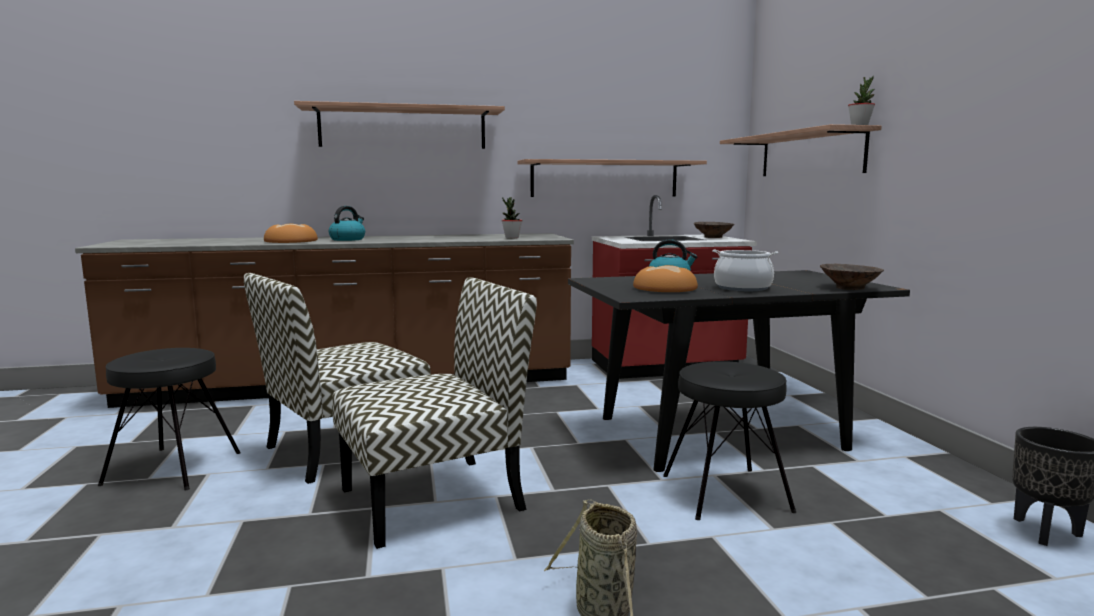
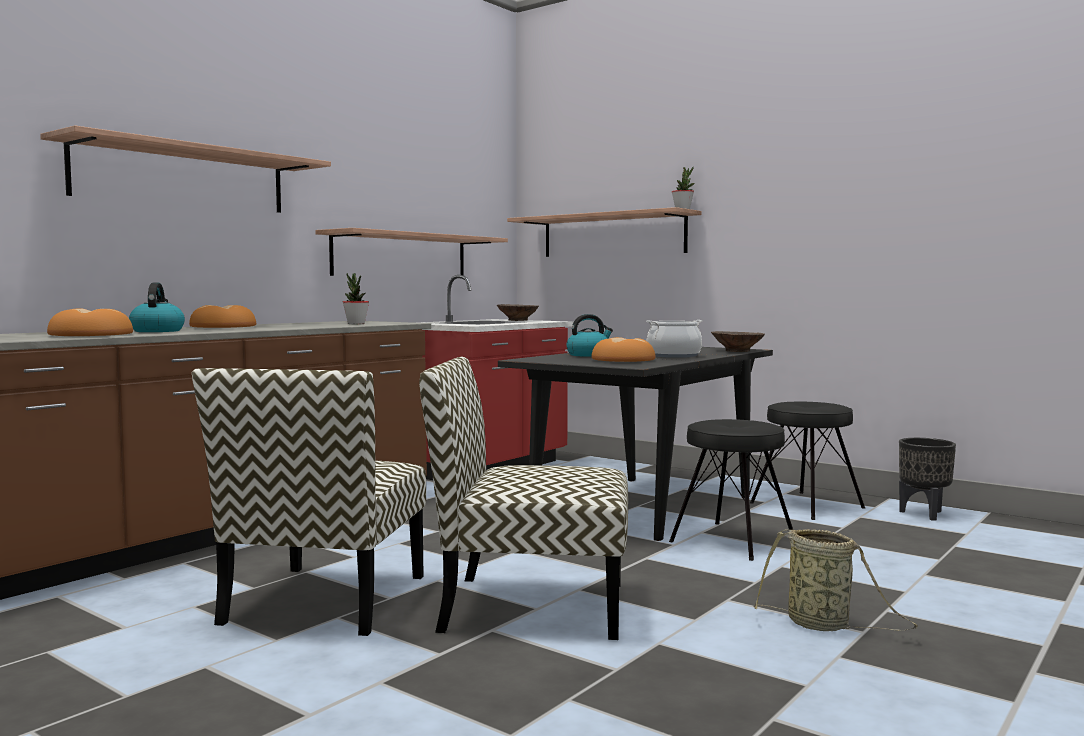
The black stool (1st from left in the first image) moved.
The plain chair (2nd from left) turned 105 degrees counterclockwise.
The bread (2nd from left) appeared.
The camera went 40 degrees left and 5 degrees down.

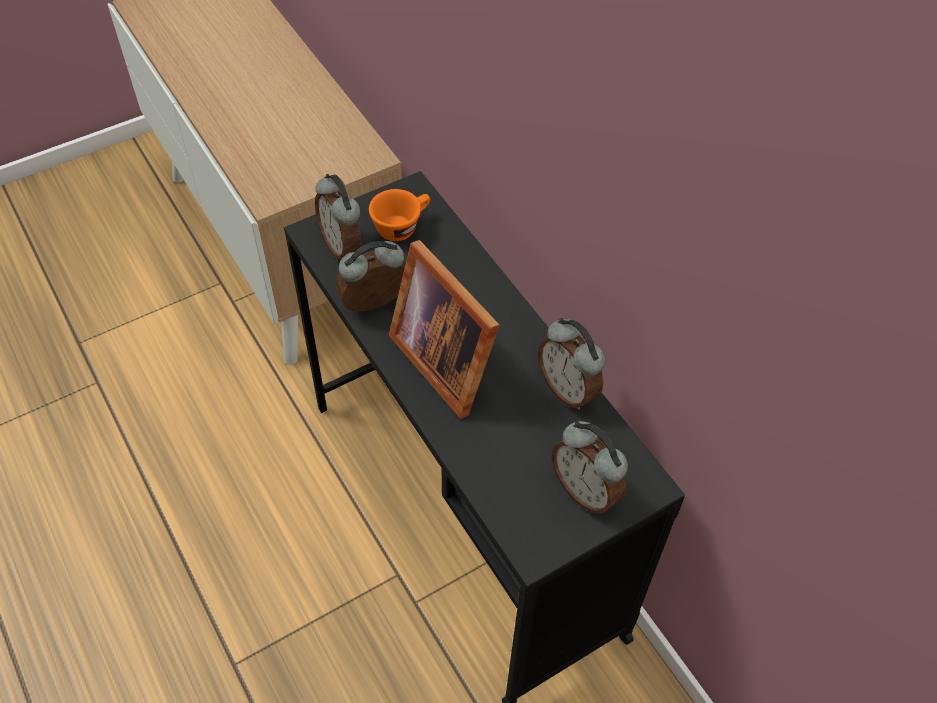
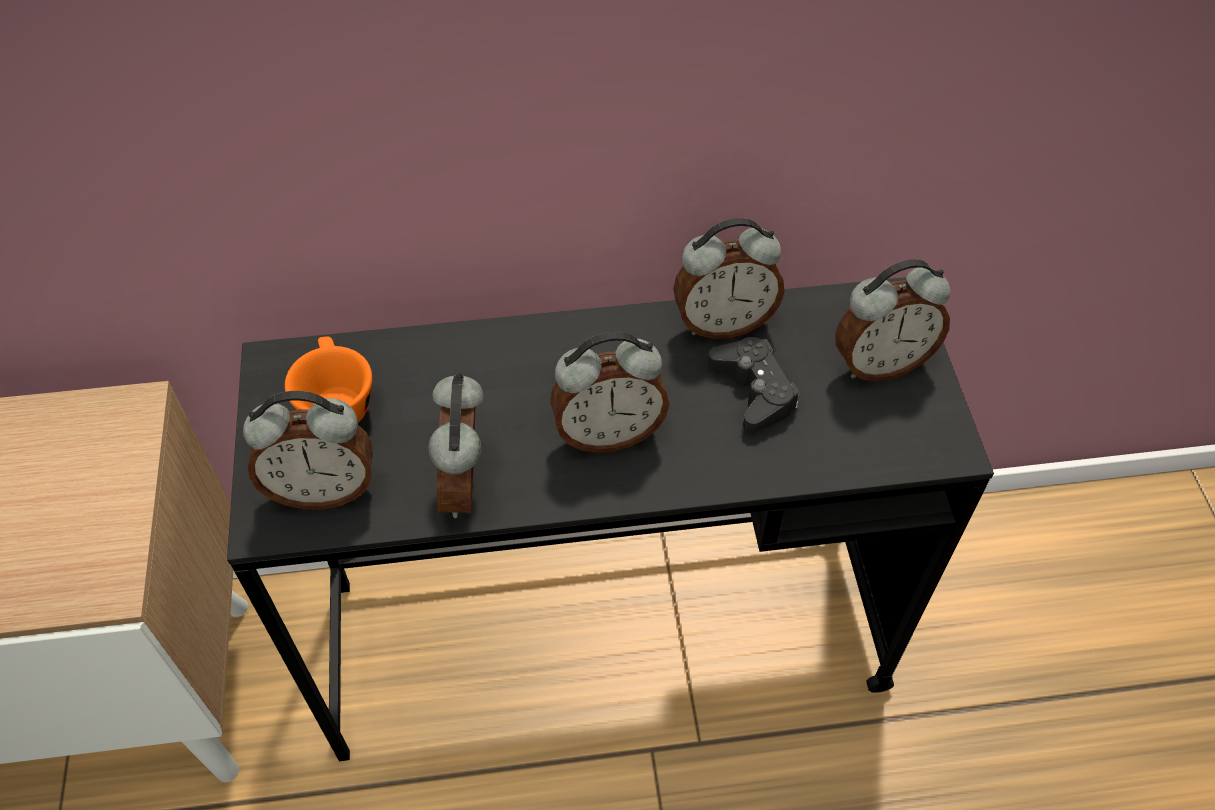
The standing frame was replaced by the table clock (3rd from left).
The black game controller appeared.
The camera went 65 degrees left and 0 degrees up.

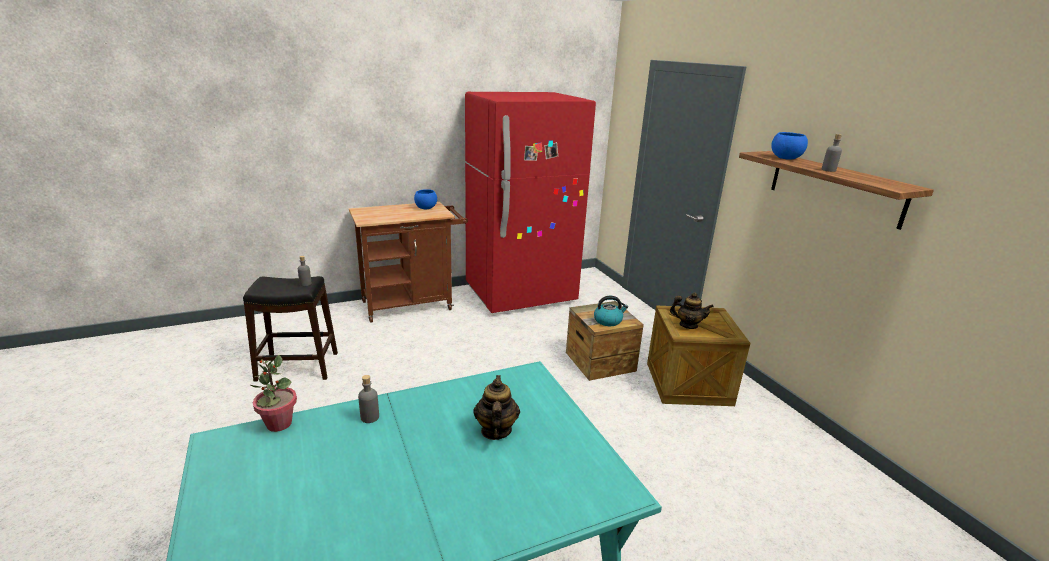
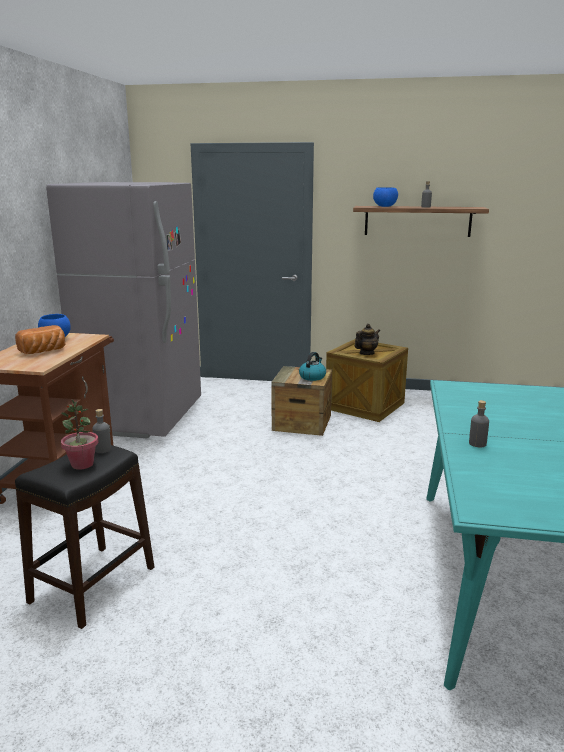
The houseplant moved.
The red kitchen fridge became the greyish kitchen fridge.
The tea pot (1st from left) disappeared.
The bread appeared.
The camera went 55 degrees left and 5 degrees down.

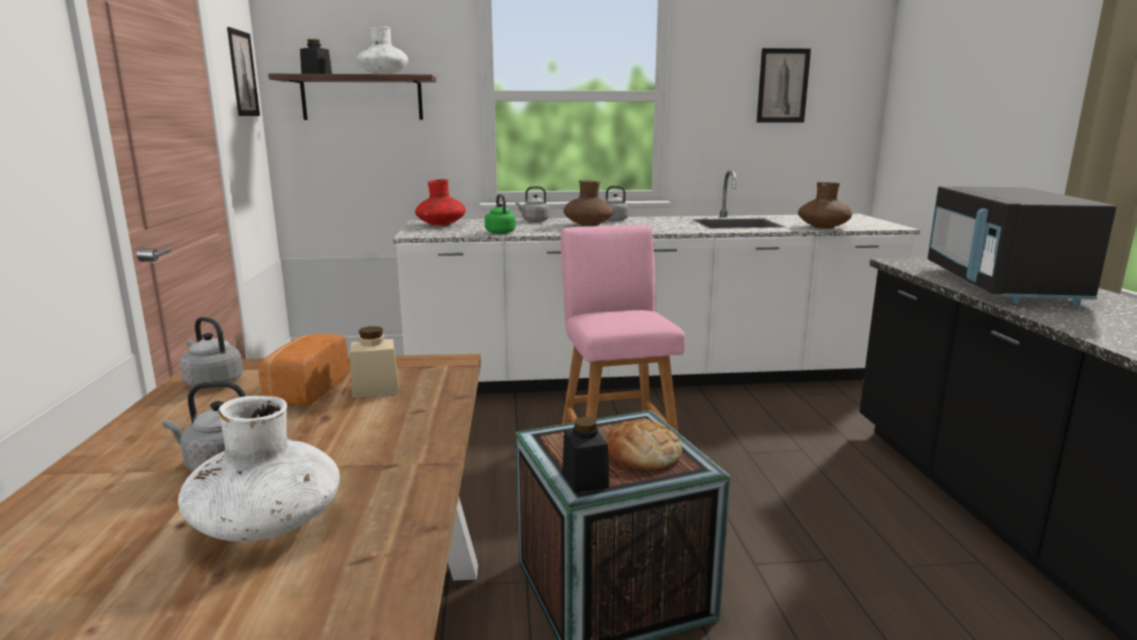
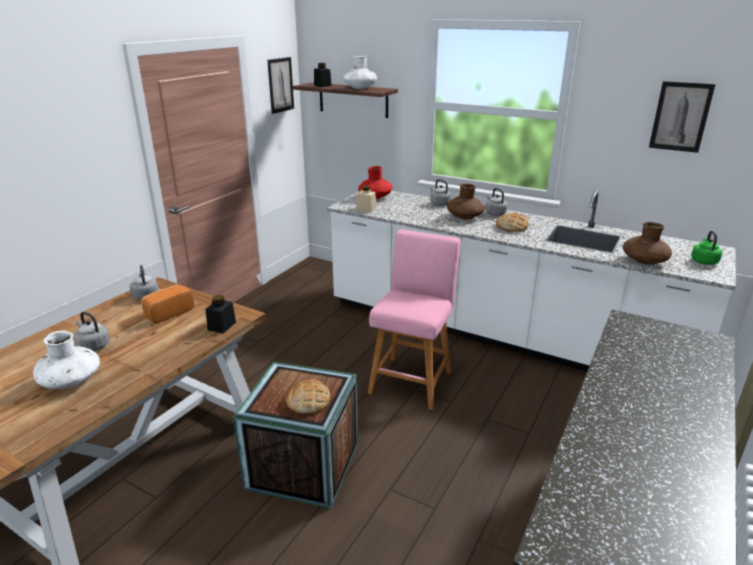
The sand-coloured preserve jar moved.
The green-coloured kettle moved.
The black preserve jar (2nd from left in the first image) moved.
The black microwave oven disappeared.
The bread (3rd from left) appeared.
The camera went 35 degrees right and 10 degrees up.

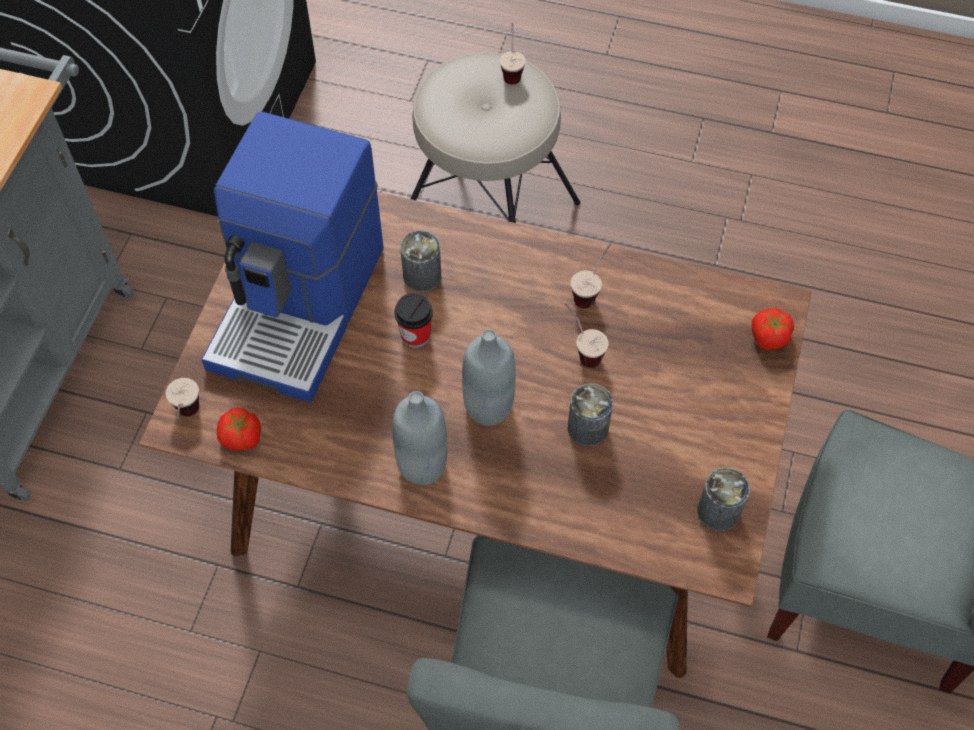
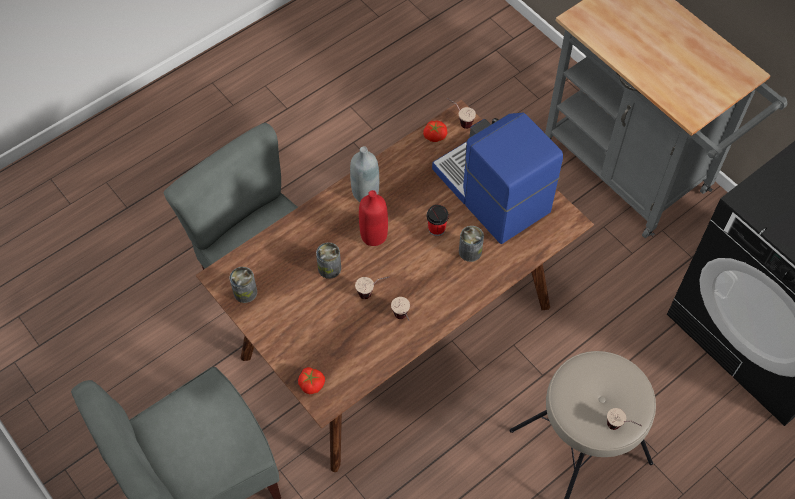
The greyish bottle (2nd from left) became the red bottle.
The camera went 125 degrees right and 0 degrees up.

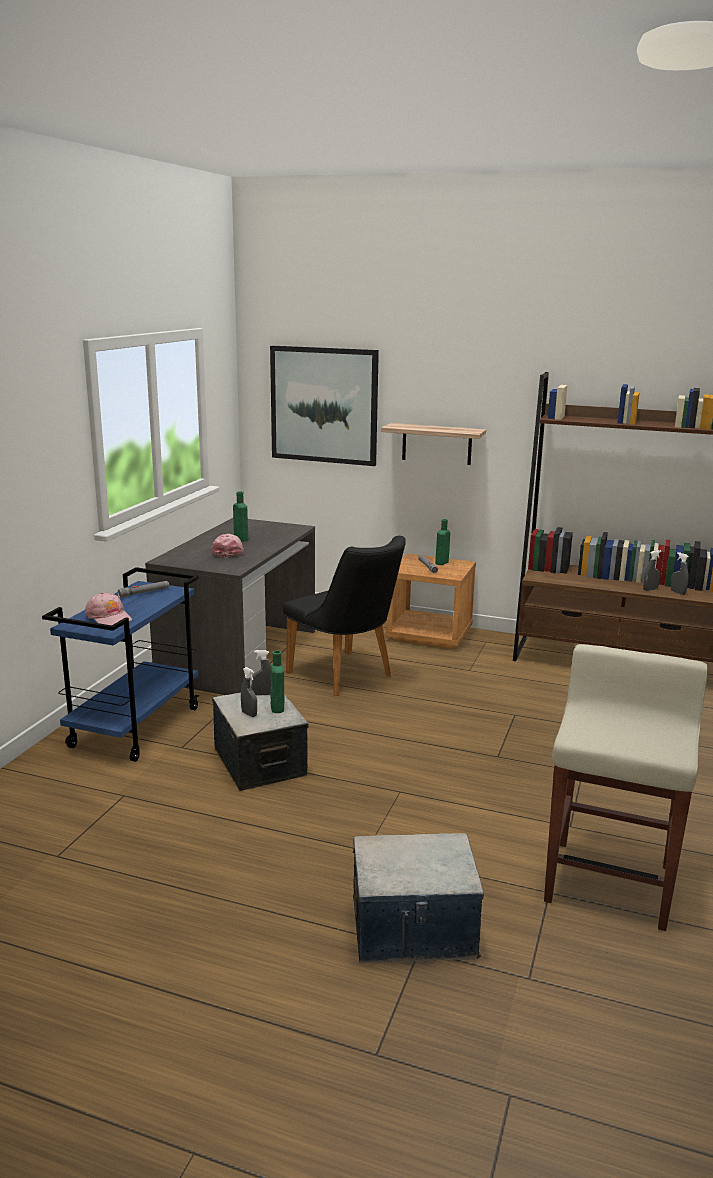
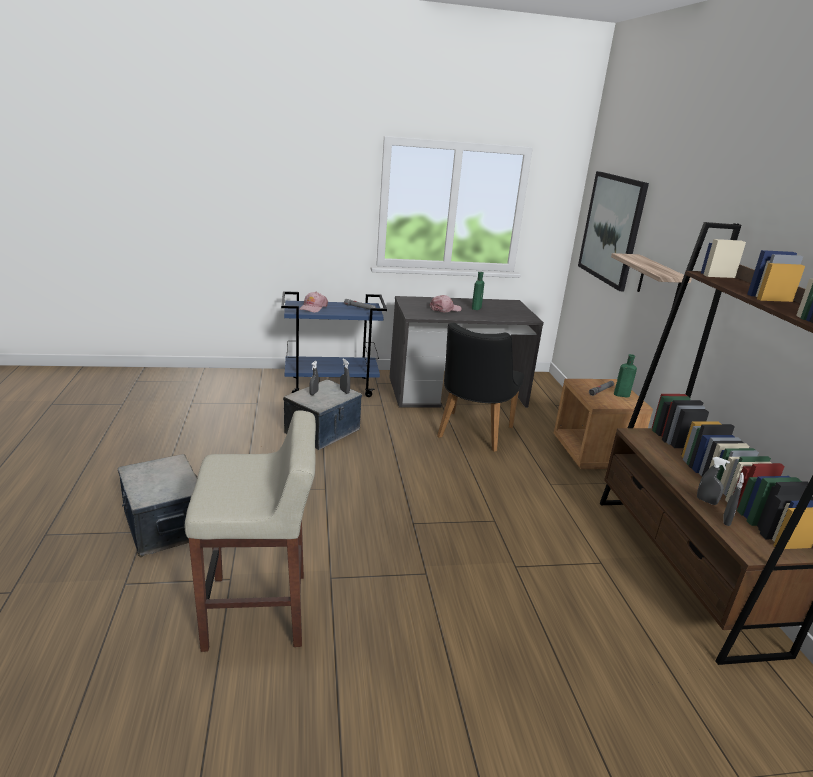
The green-coloured bottle (2nd from left) disappeared.
The camera went 60 degrees right and 5 degrees up.

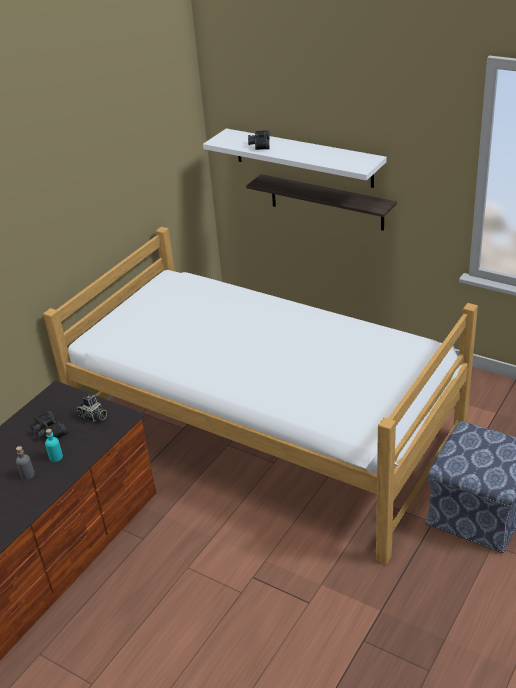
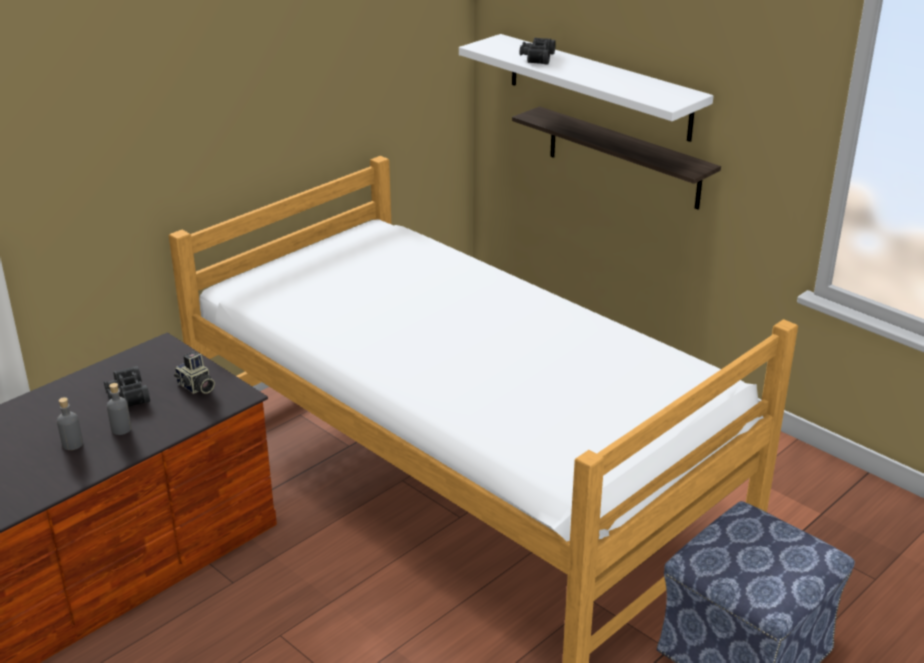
The turquoise bottle became the greyish bottle (2nd from left).
The camera went 10 degrees right and 5 degrees down.

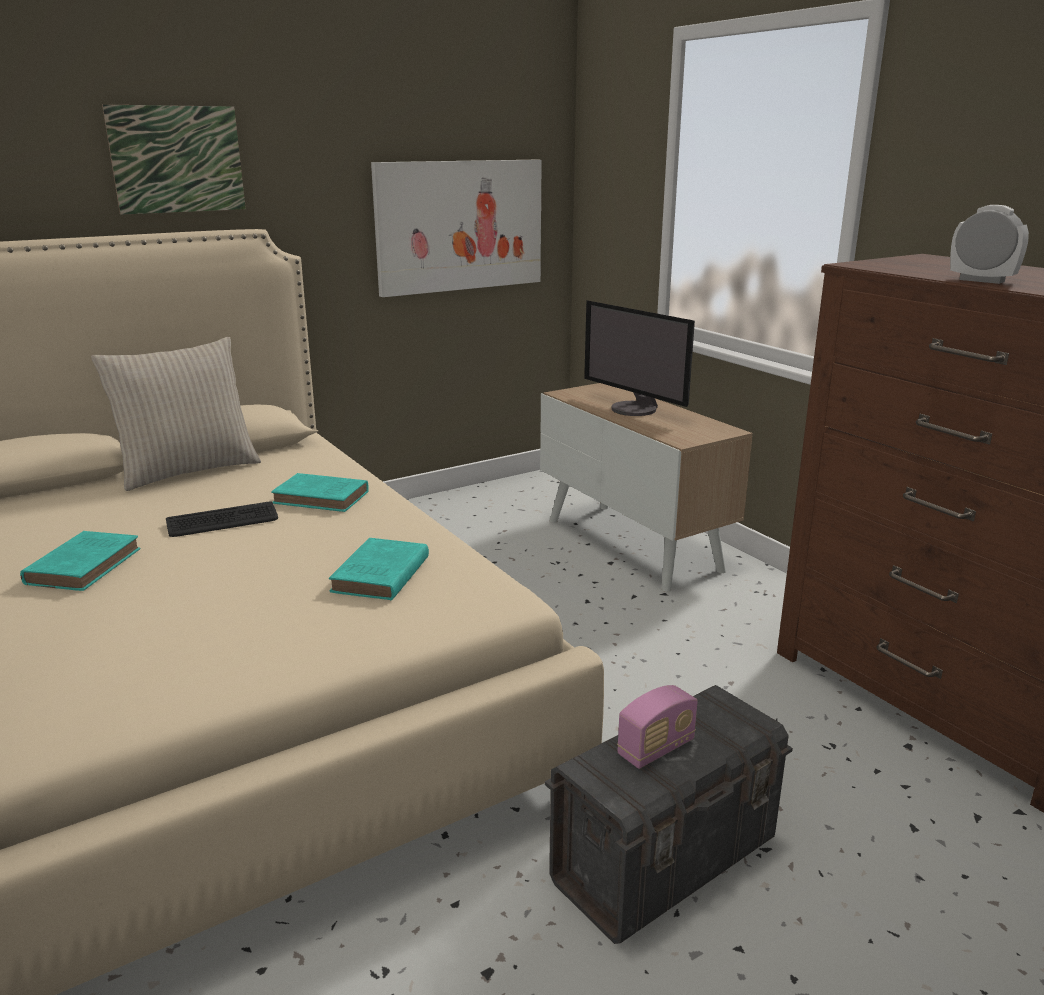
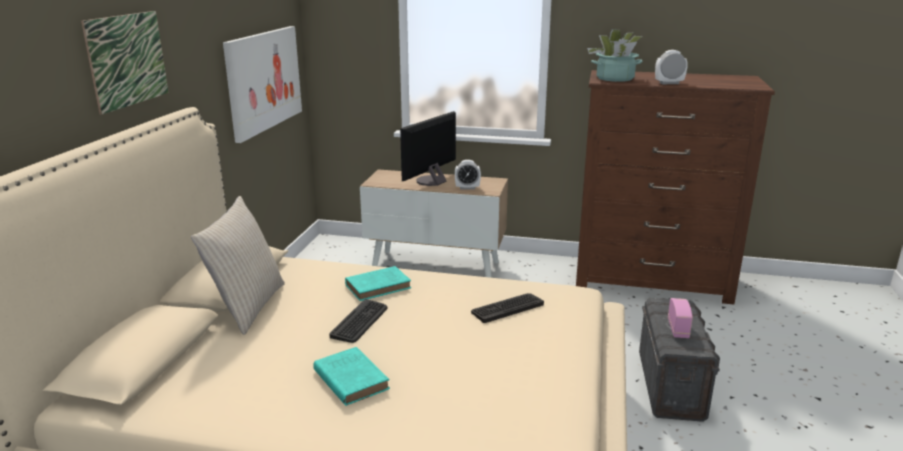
The turquoise book (3rd from left) was replaced by the PC keyboard (2nd from left).
The monitor turned 120 degrees clockwise.
The table clock (1st from left) appeared.
The houseplant appeared.
The camera went 45 degrees left and 0 degrees up.

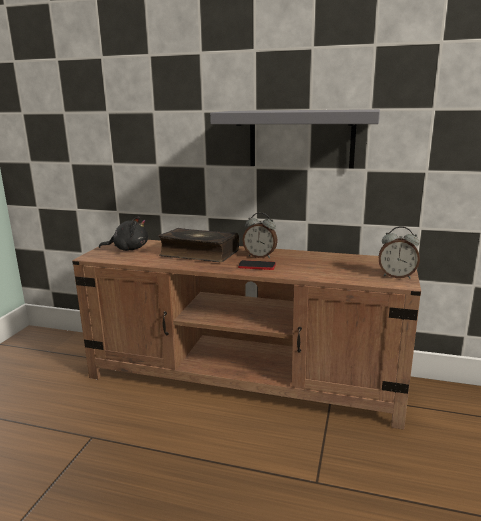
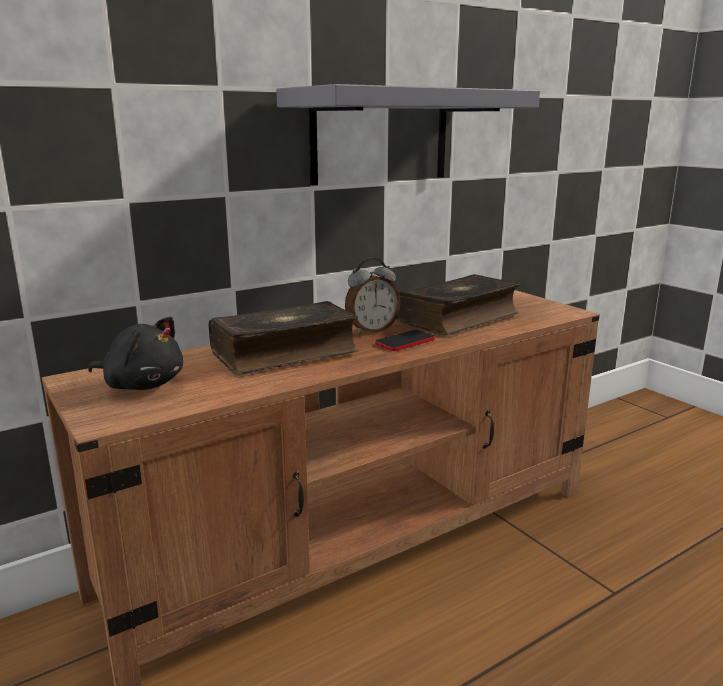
The black cuddly toy turned 75 degrees clockwise.
The table clock (2nd from left) disappeared.
The book (2nd from left) appeared.
The camera went 50 degrees left and 0 degrees up.

